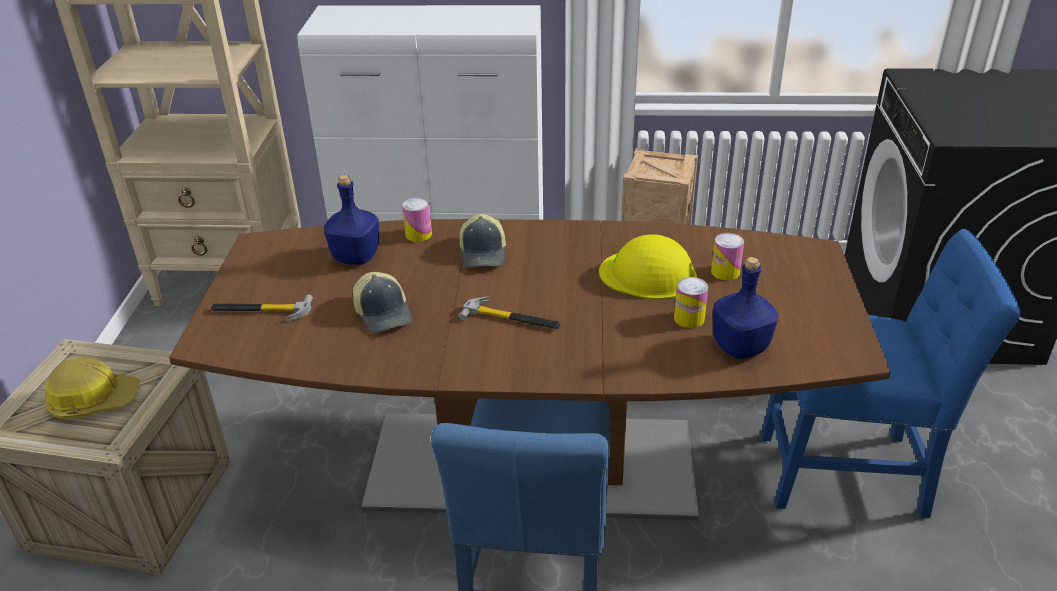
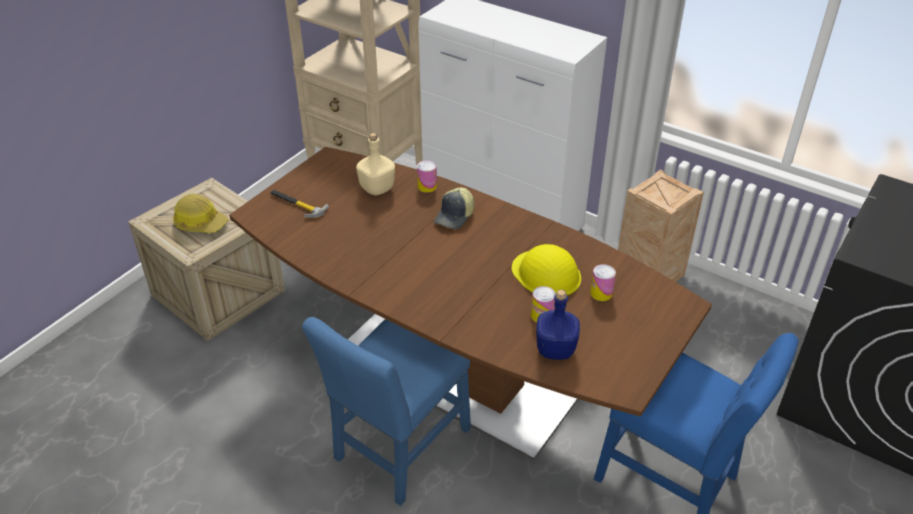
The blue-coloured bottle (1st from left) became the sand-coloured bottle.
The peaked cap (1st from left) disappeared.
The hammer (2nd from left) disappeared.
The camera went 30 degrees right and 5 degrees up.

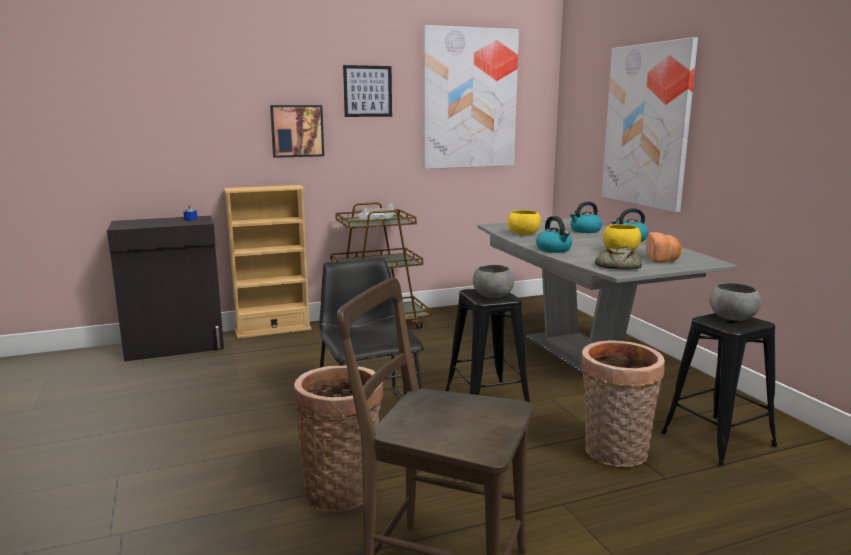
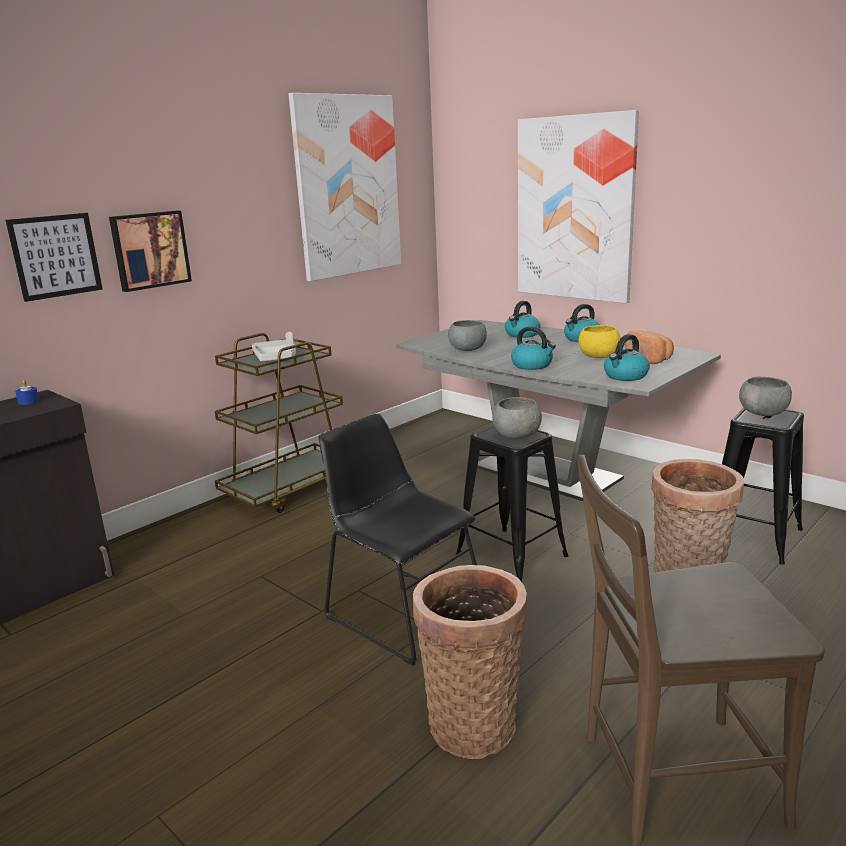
The sand-coloured shelving unit disappeared.
The wall art (2nd from left in the first image) moved.
The yellow deep dish (1st from left) became the greyish deep dish (1st from left).
The bread (1st from left) was replaced by the kettle (4th from left).
The camera went 25 degrees left and 5 degrees up.

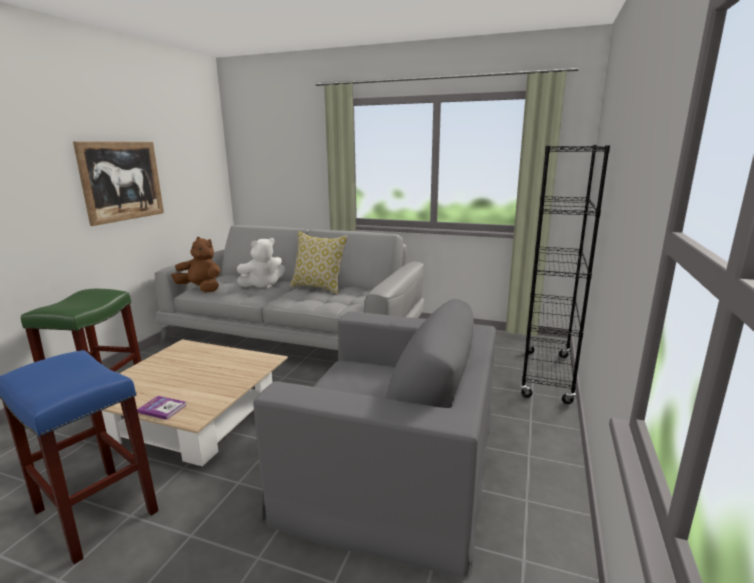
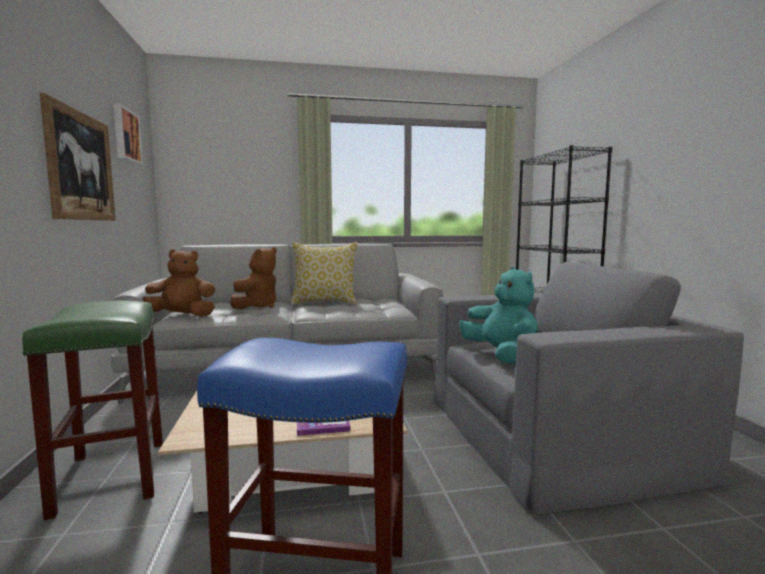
The white-coloured cuddly toy became the brown-coloured cuddly toy (2nd from left).
The wall art (2nd from left) appeared.
The turquoise cuddly toy appeared.
The camera went 30 degrees left and 10 degrees down.

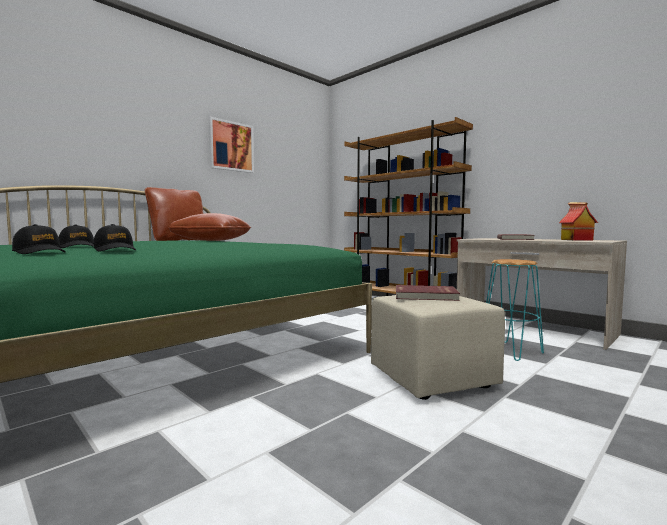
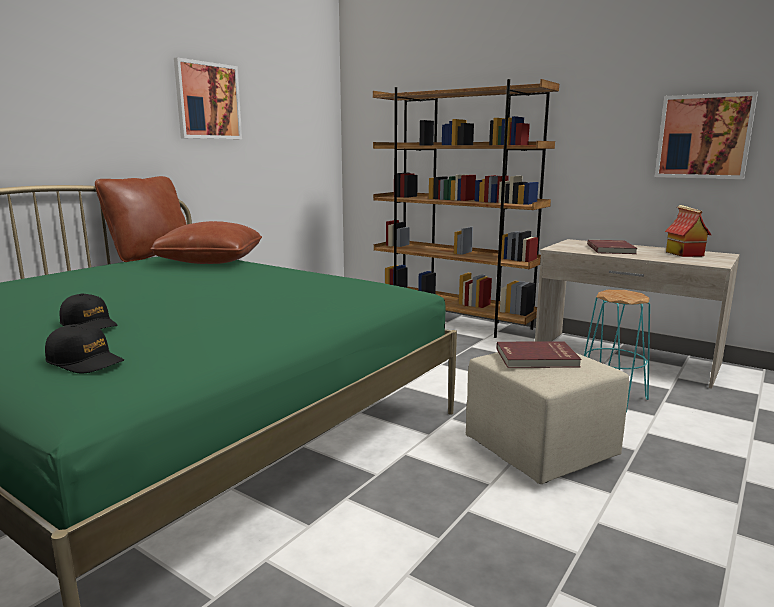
The black peaked cap (3rd from left) disappeared.
The wall art (2nd from left) appeared.
The camera went 10 degrees left and 10 degrees up.

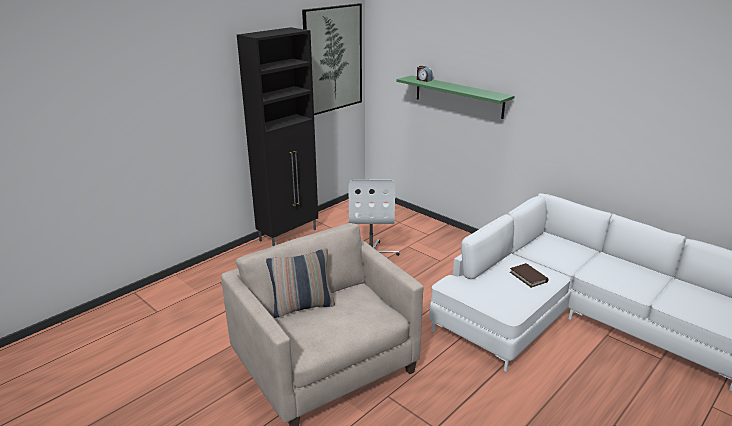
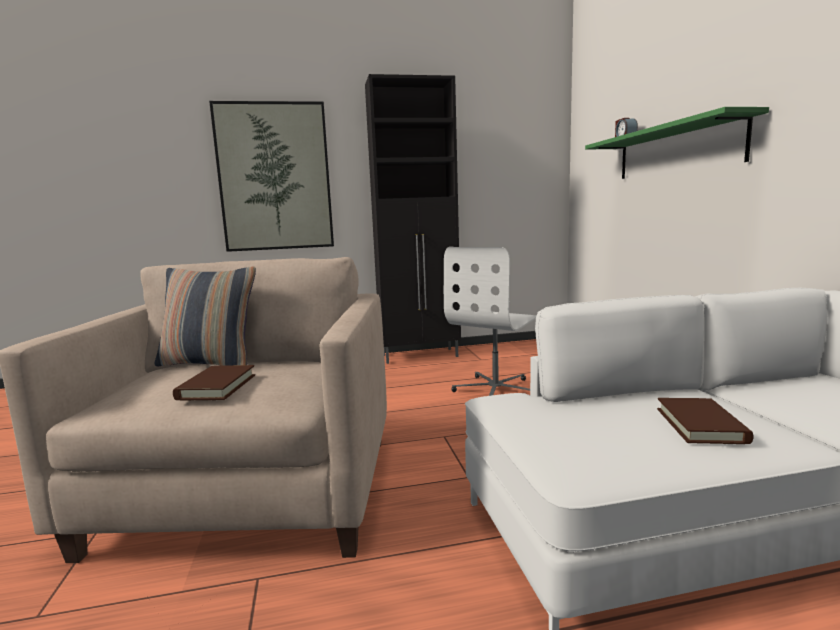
The wall art moved.
The brown-coloured book (1st from left) appeared.
The camera went 35 degrees right and 15 degrees down.

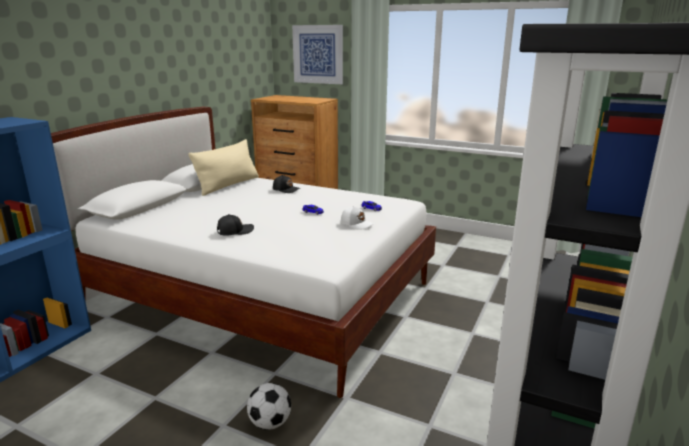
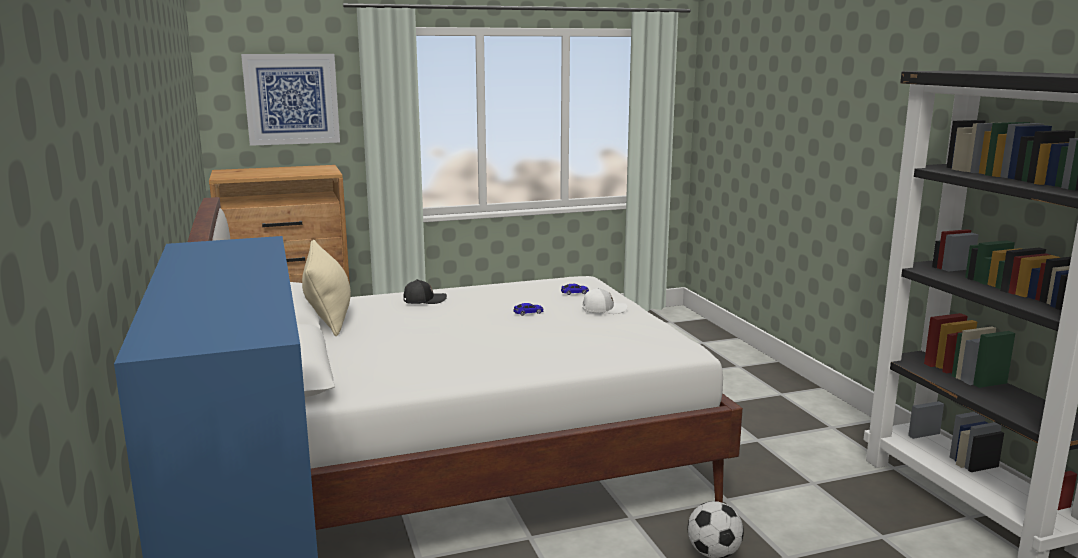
The black peaked cap (1st from left) disappeared.
The camera went 45 degrees left and 5 degrees down.

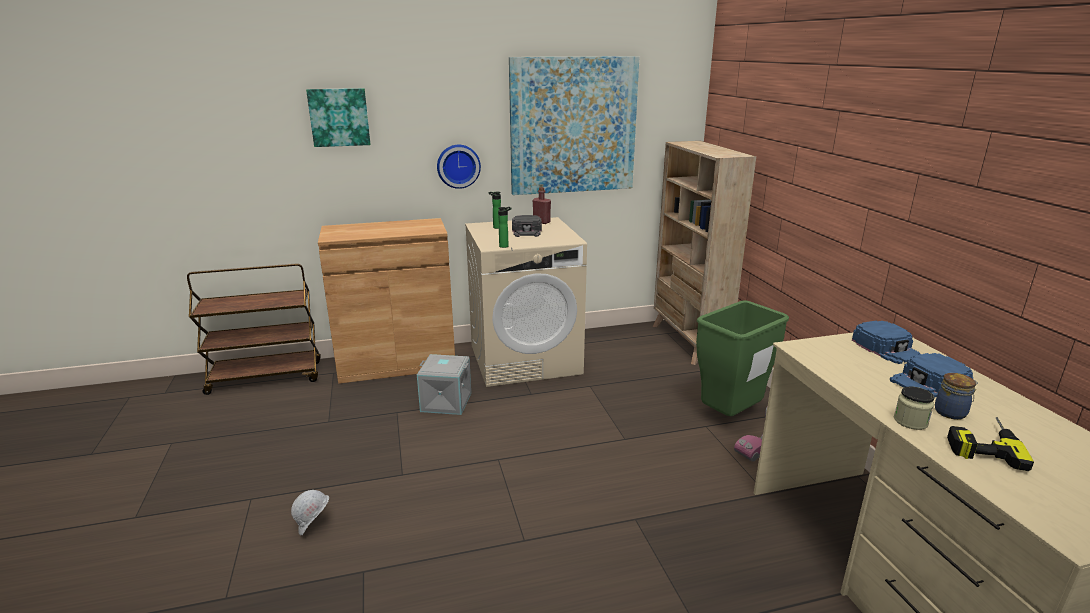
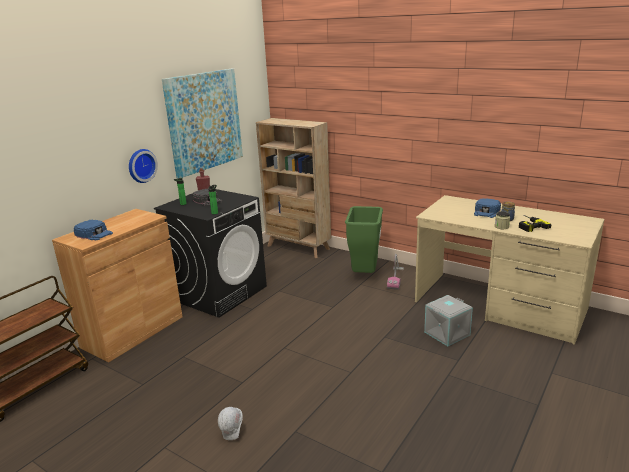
The wall art (1st from left) disappeared.
The greyish storage container moved.
The sand-coloured laundry appliance became the black laundry appliance.
The blue-coloured peaked cap (1st from left) moved.
The camera went 40 degrees left and 0 degrees up.

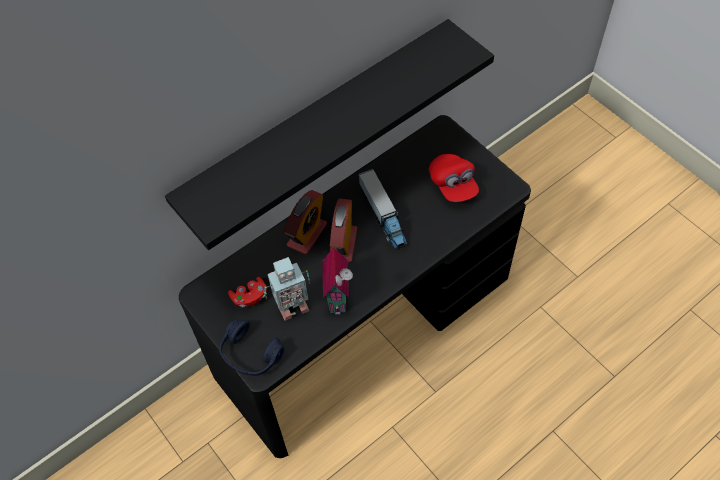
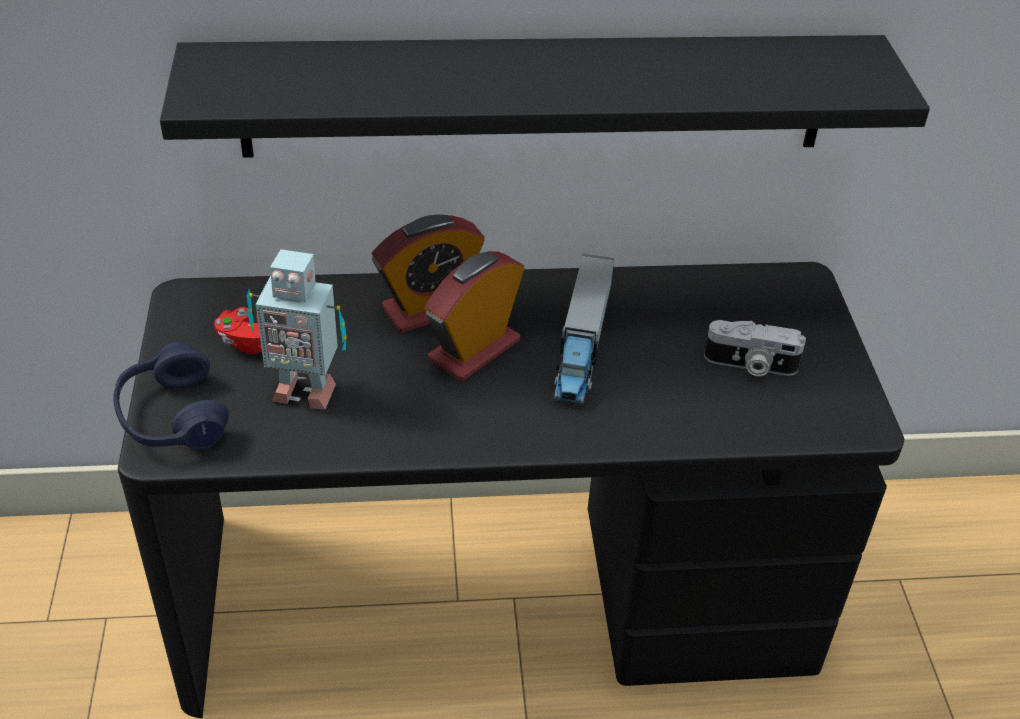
The model house disappeared.
The red peaked cap was replaced by the photo camera.
The camera went 30 degrees right and 15 degrees down.

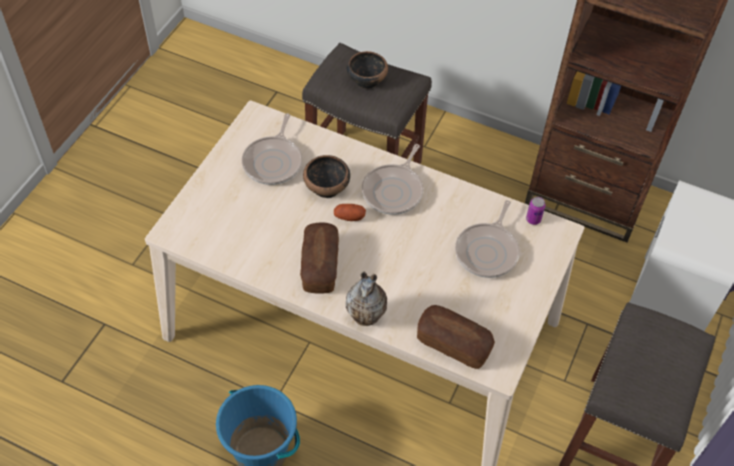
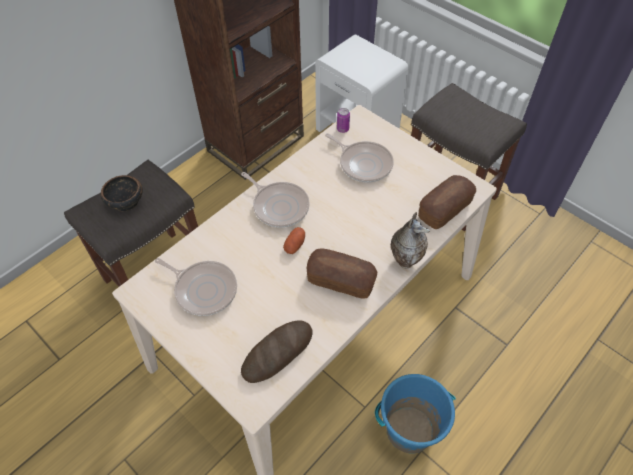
The deep dish (1st from left) disappeared.
The bread (1st from left) appeared.
The camera went 70 degrees left and 0 degrees up.

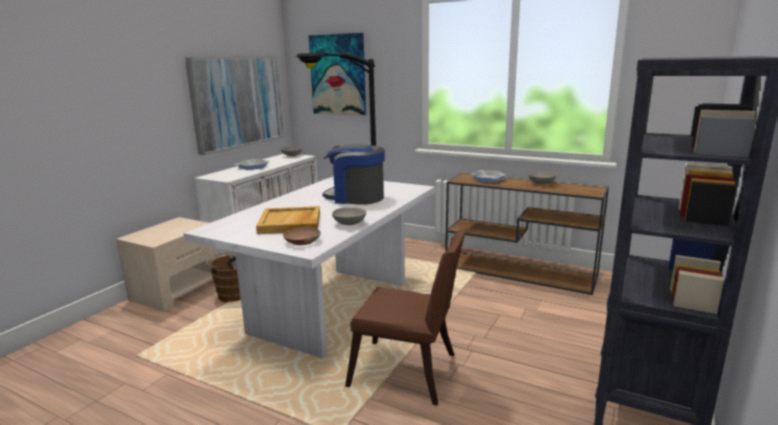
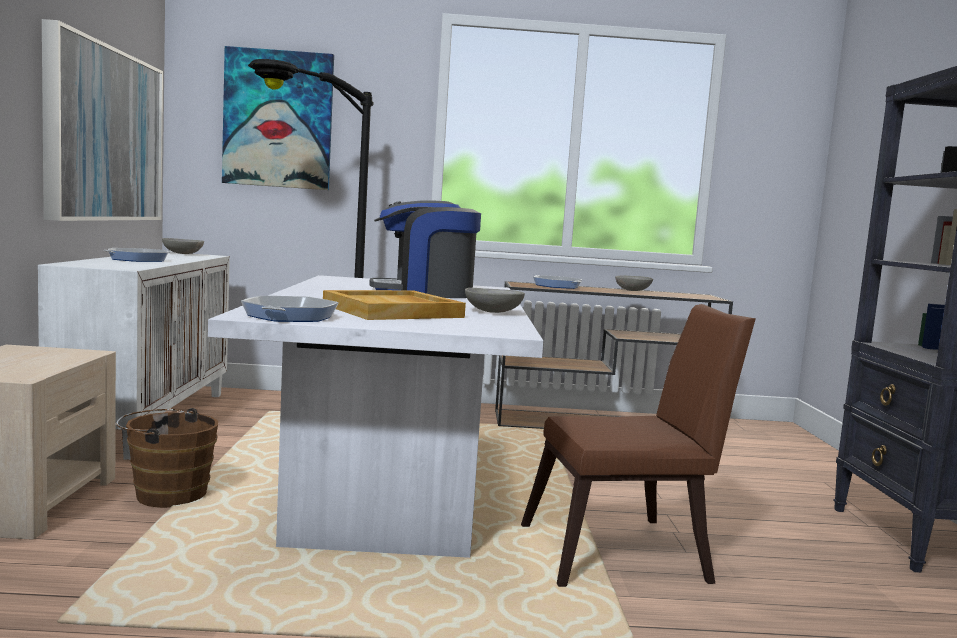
The brown-coloured deep dish disappeared.
The frying pan (2nd from left) appeared.
The camera went 30 degrees left and 10 degrees down.

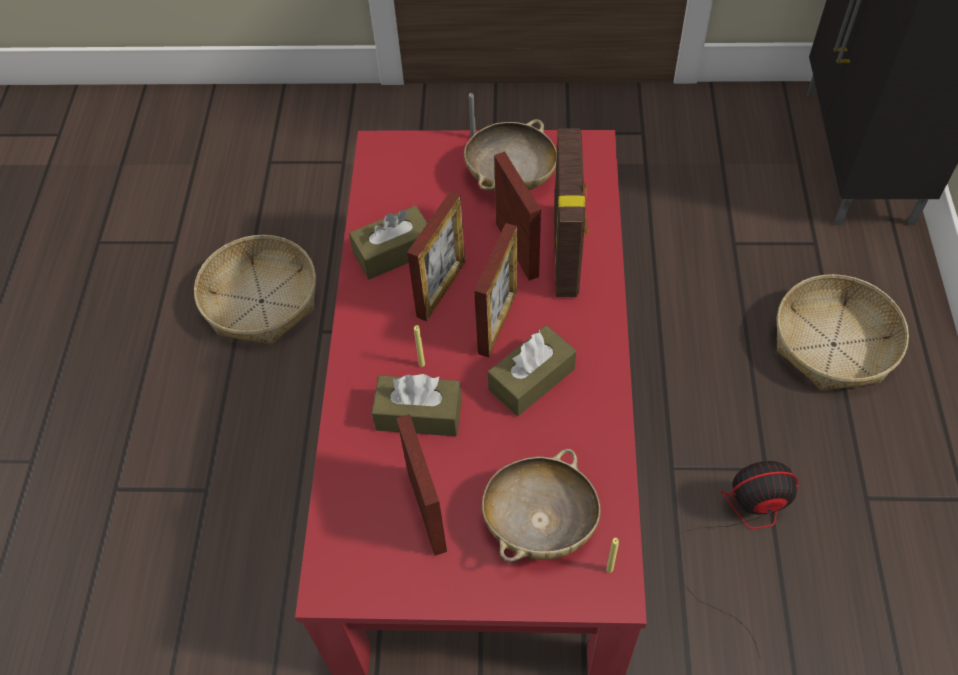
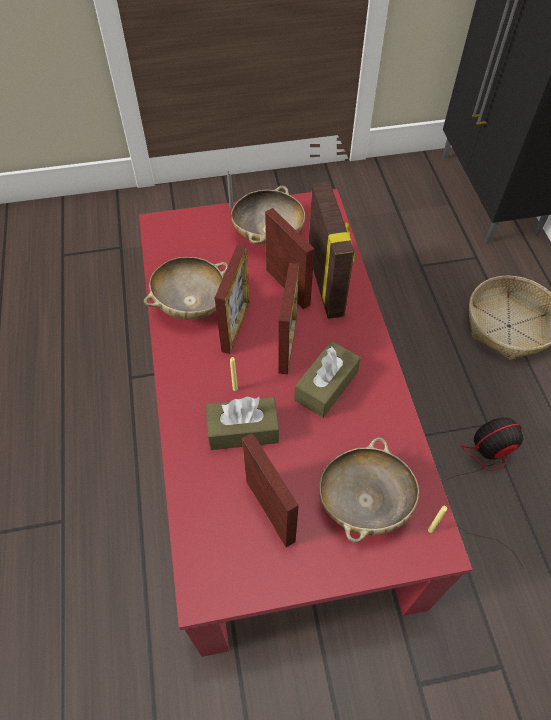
The storage basket (1st from left) disappeared.
The brown-coloured tissue box (1st from left) was replaced by the sand-coloured deep dish (1st from left).
The camera went 15 degrees left and 0 degrees up.

